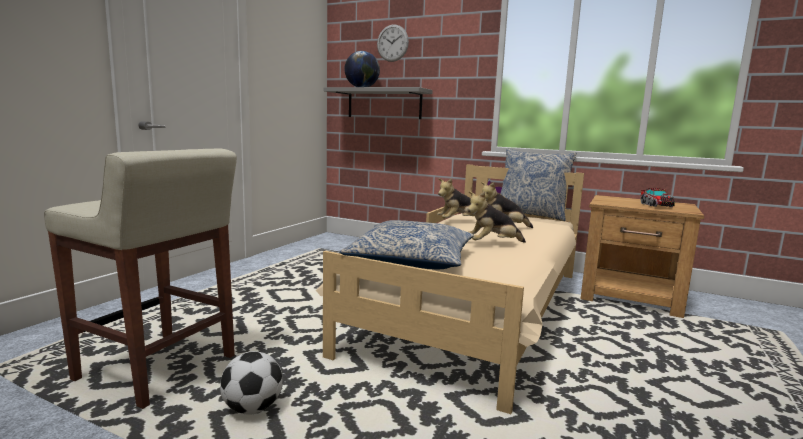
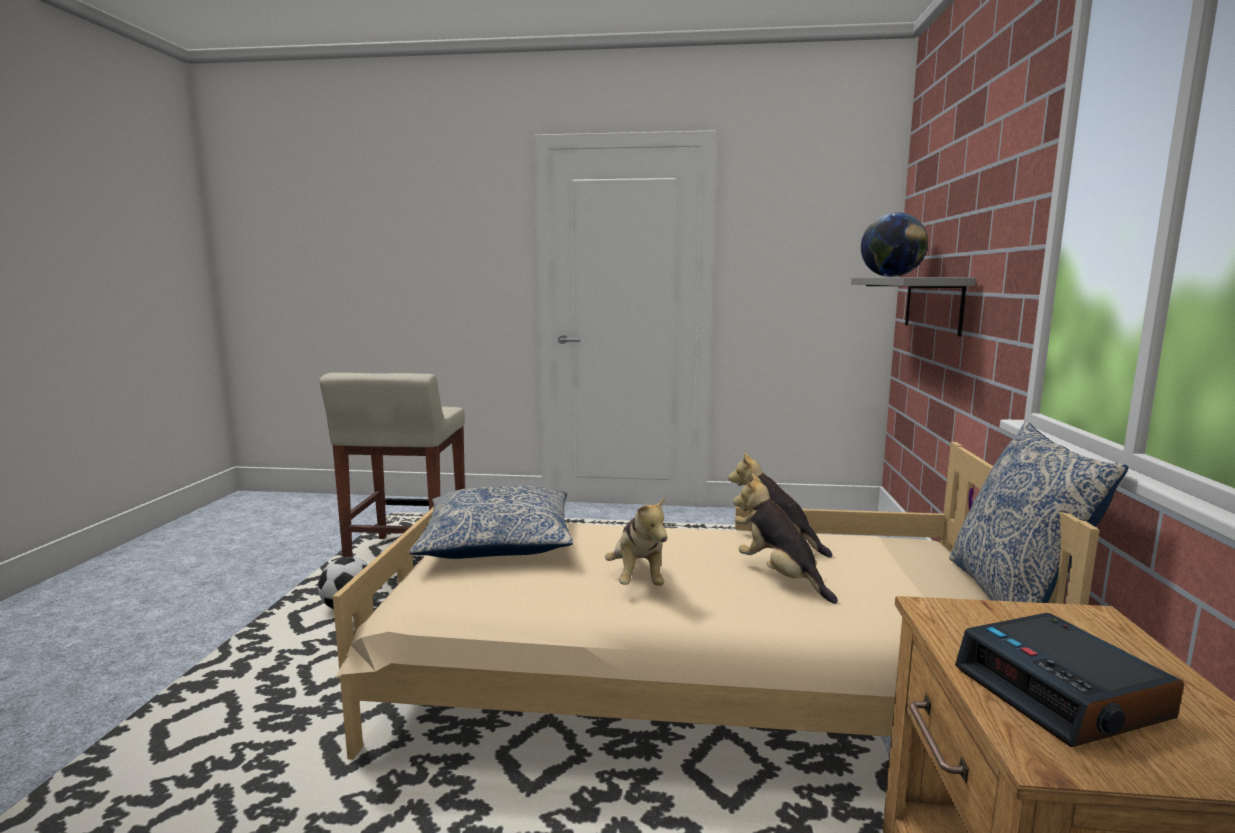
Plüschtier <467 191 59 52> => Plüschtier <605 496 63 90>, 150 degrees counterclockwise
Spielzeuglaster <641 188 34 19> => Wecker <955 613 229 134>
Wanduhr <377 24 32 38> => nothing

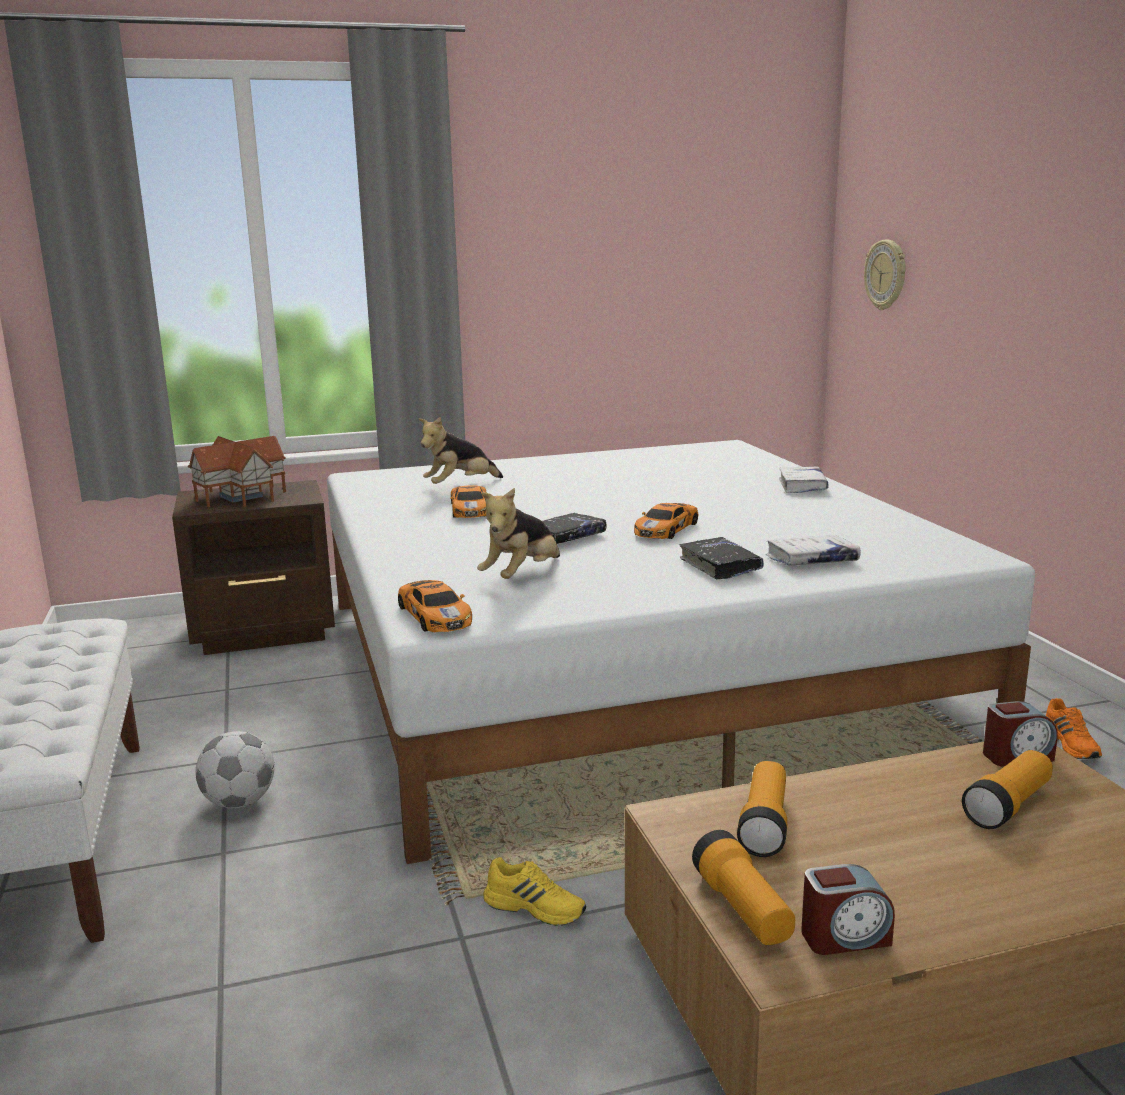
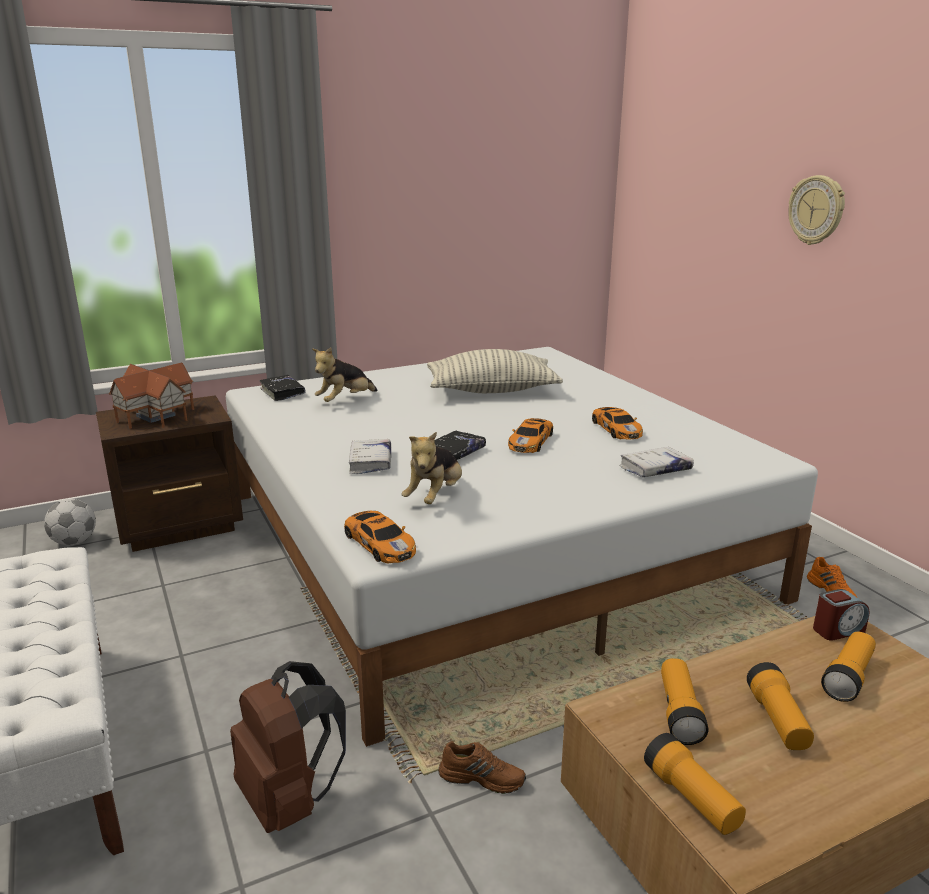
Fußball <195 731 80 77> => Fußball <44 499 52 46>, move
nothing => Rucksack/braun <230 661 116 172>
Buch/schwarz <680 537 84 42> => Buch/schwarz <259 375 47 26>, move
Buch/weiß <779 466 50 27> => Buch/weiß <349 439 42 35>, move
nothing => Kissen <427 349 136 44>
Schuh/gelb <483 857 103 69> => Schuh/braun <438 741 88 53>
Spielzeugauto <450 485 36 33> => Spielzeugauto <592 407 51 33>, move
nothing => Taschenlampe <747 662 67 88>
Wanduhr <864 240 42 70> => Wanduhr <788 175 57 70>, move
Wecker <801 864 94 91> => nothing

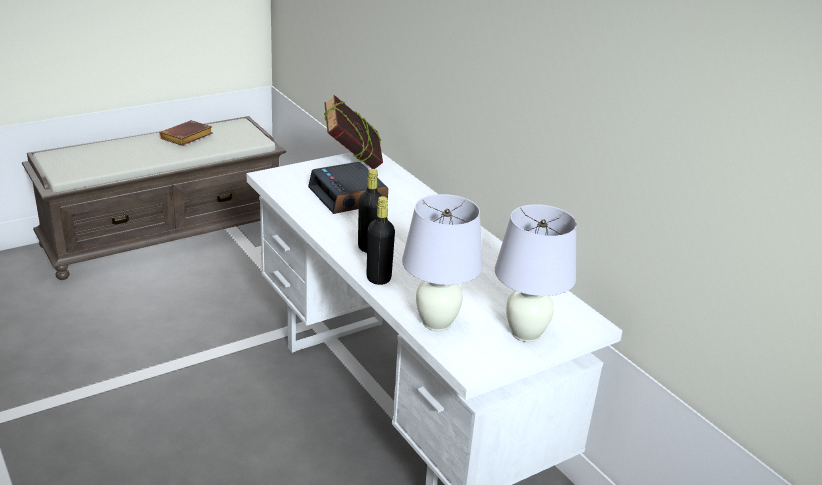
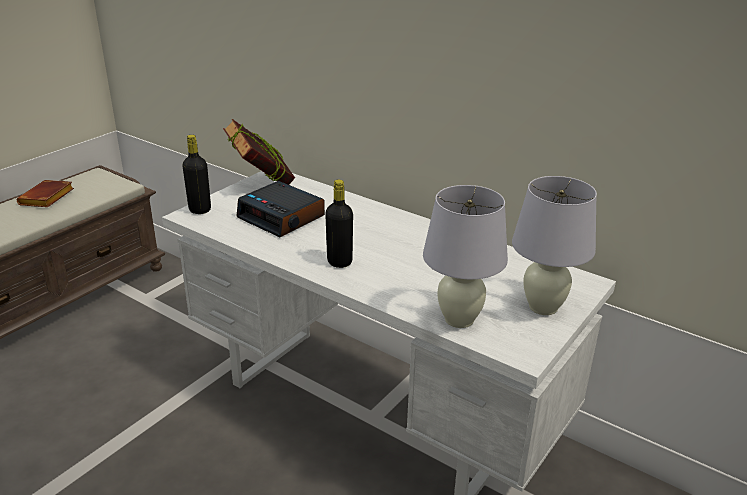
Flasche/schwarz <367 196 28 89> => Flasche/schwarz <182 135 29 79>, move

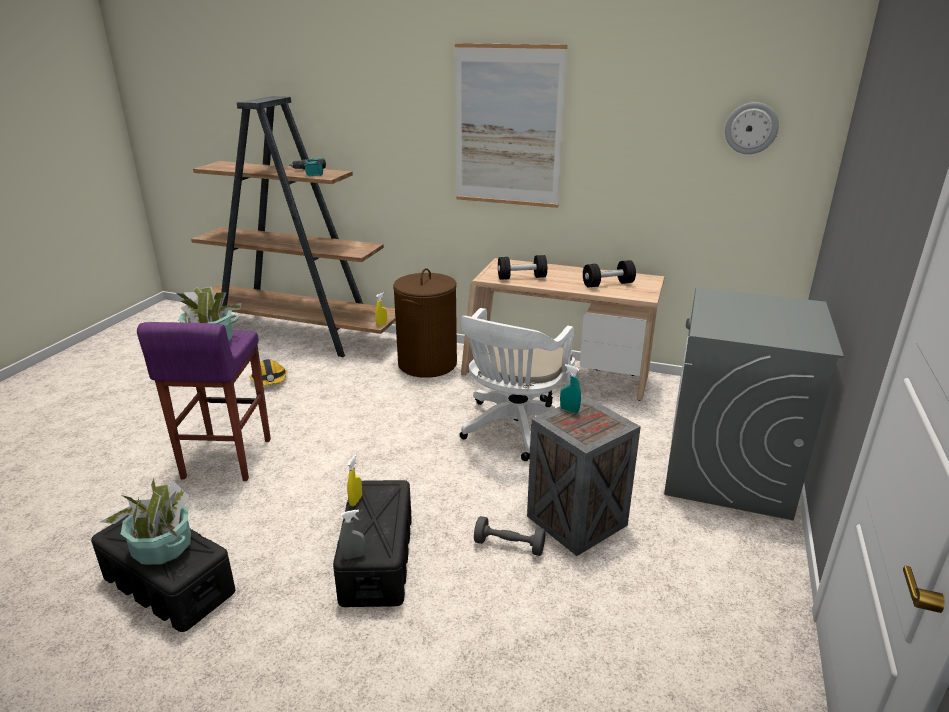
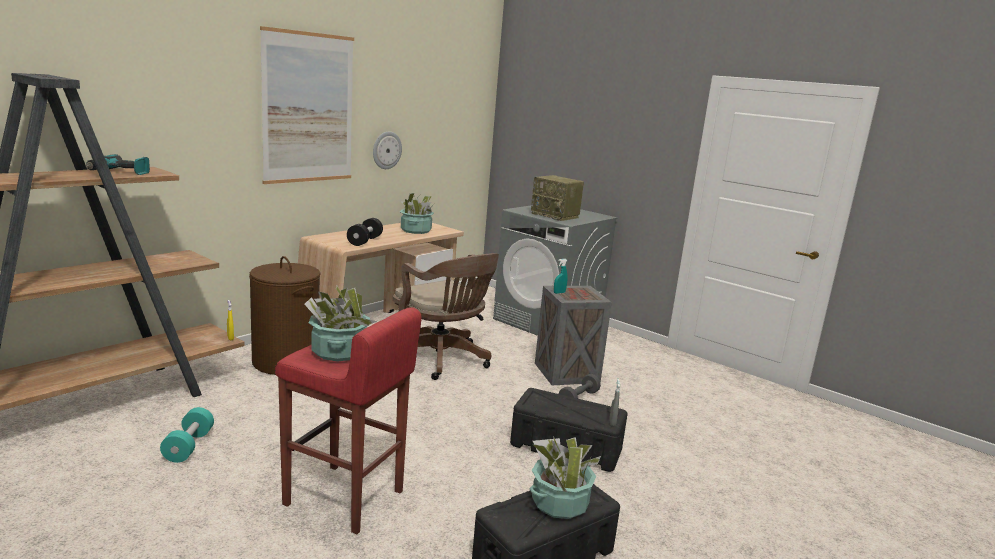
Schutzhelm <250 359 38 26> => Hantel/türkis <160 407 54 56>
Hocker/lila <137 322 134 159> => Hocker/rot <275 307 147 227>
Wanduhr <725 102 54 52> => Wanduhr <373 132 29 37>, move
Bürostuhl/weiß <460 308 115 153> => Bürostuhl/braun <393 253 106 127>
Hantel/schwarz <583 260 53 28> => Topfpflanze <400 193 37 41>
nothing => Radio <531 175 53 46>
Sprühflasche/gelb <347 454 15 52> => nothing

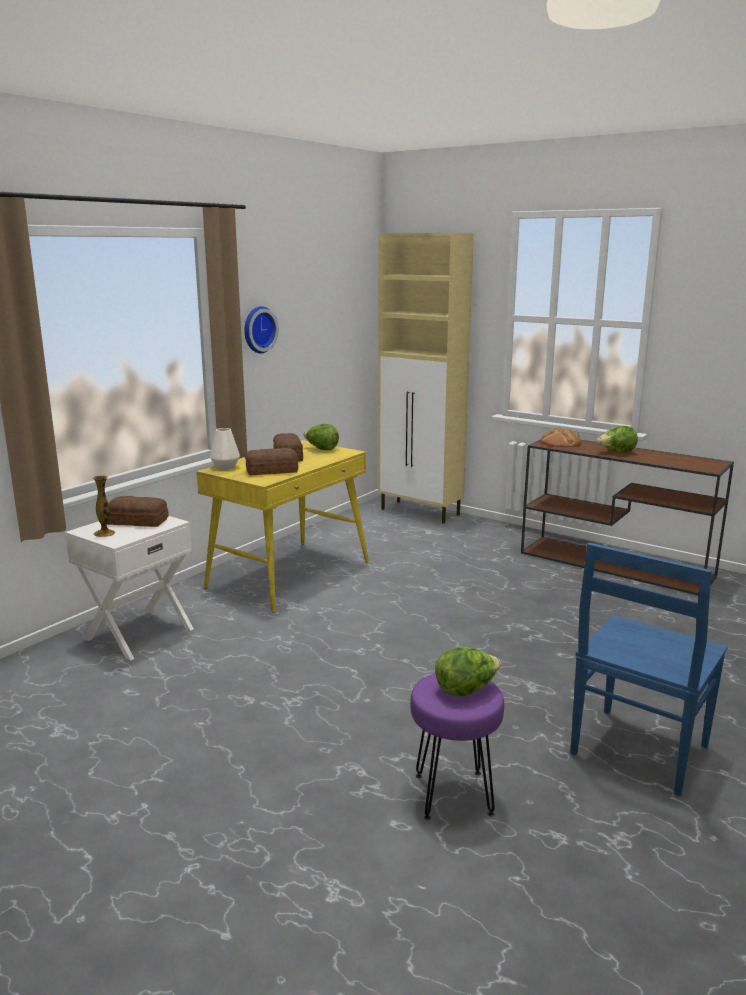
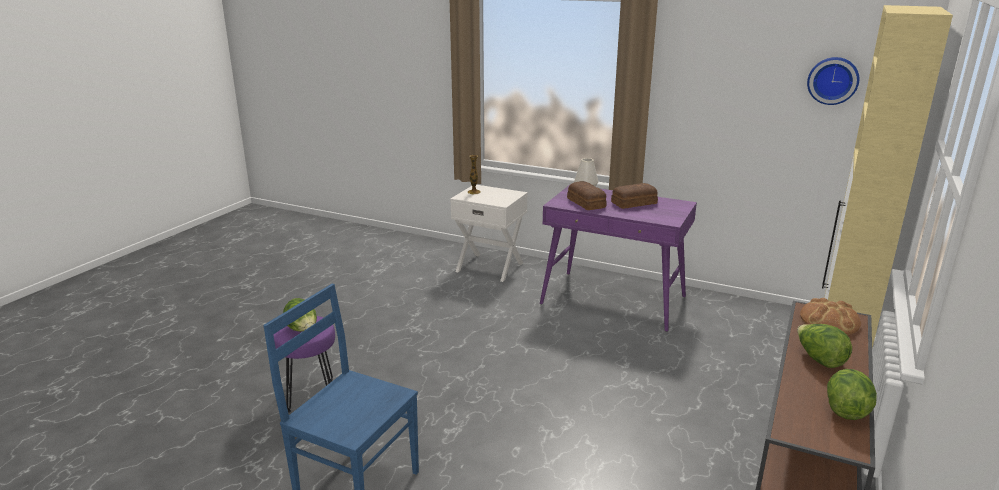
Schreibtisch/gelb <196 440 173 172> => Schreibtisch/lila <540 185 157 147>
Wanduhr <244 306 35 47> => Wanduhr <807 57 52 48>, move
Salatkopf <304 424 35 26> => Salatkopf <827 369 50 51>, move
Brot <107 496 62 31> => nothing

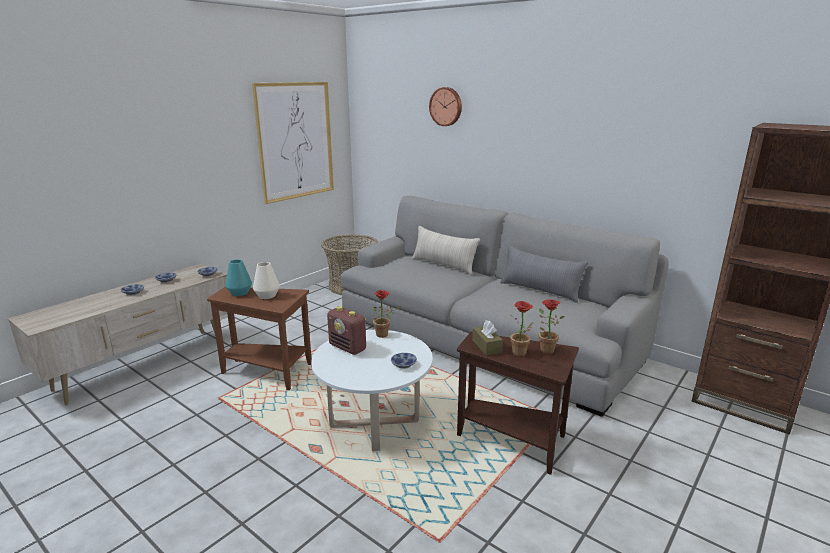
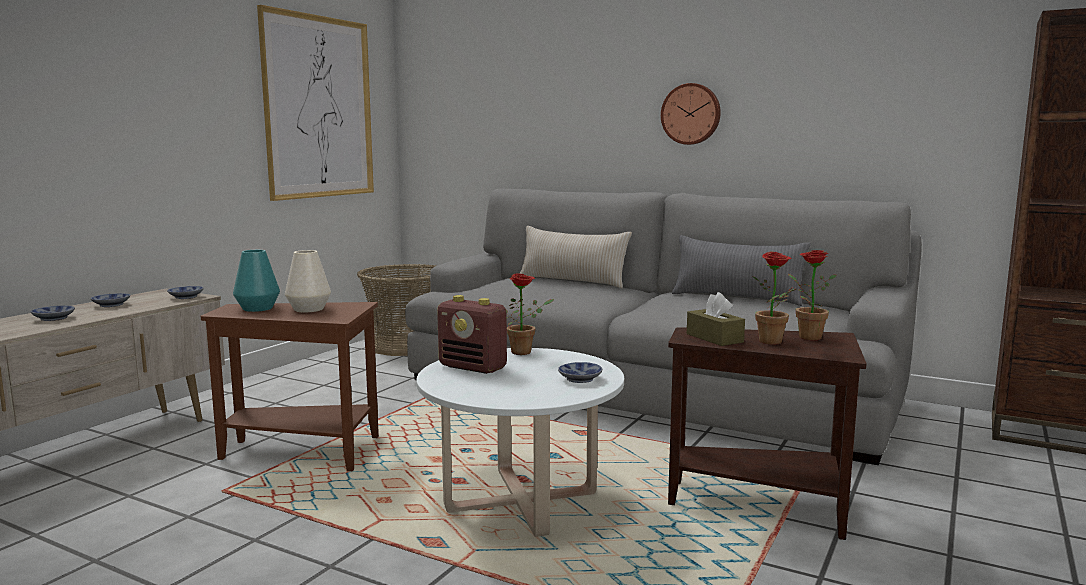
Wanduhr <429 87 33 39> => Wanduhr <661 83 60 62>, move

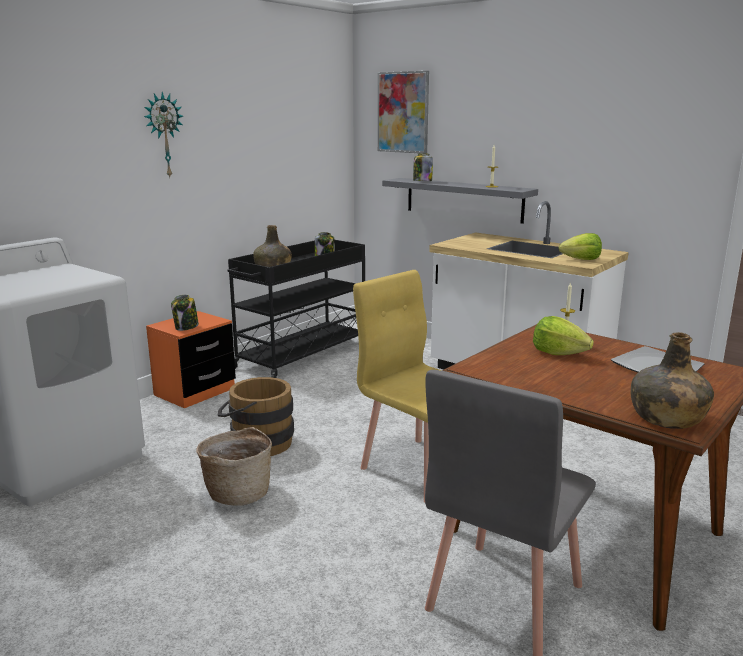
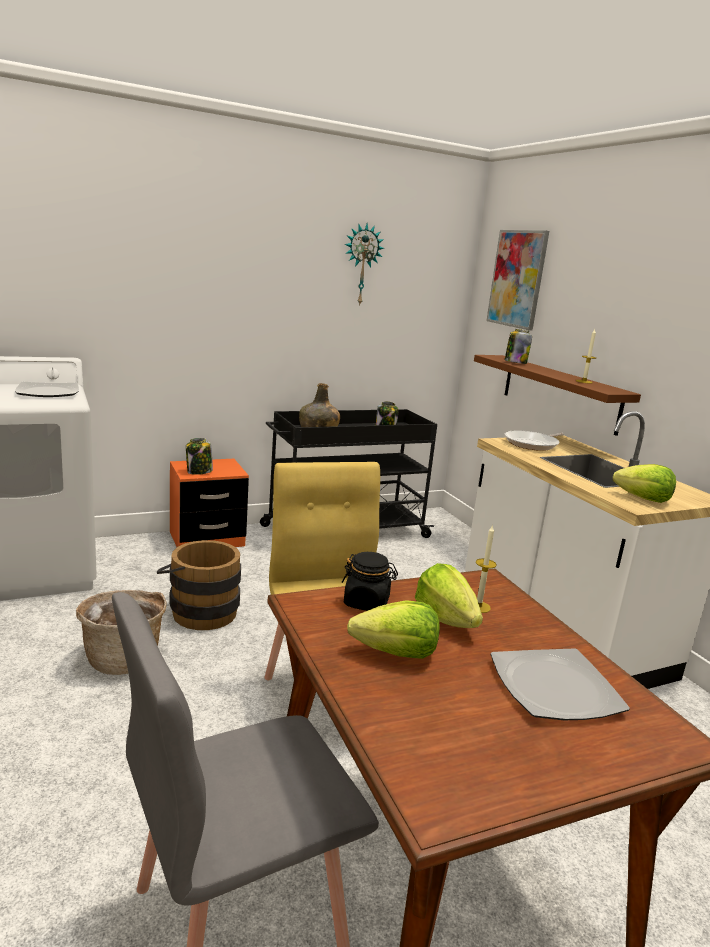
nothing => Teller <15 382 64 15>
nothing => Vorratsglas/schwarz <342 552 56 59>
Wanduhr <144 92 39 85> => Wanduhr <345 224 40 82>, move
nothing => Salatkopf <347 600 93 59>
Wandregal/grau <382 178 156 46> => Wandregal/braun <474 355 167 81>
nothing => Pfanne <505 430 59 21>
Flasche/grün <631 332 83 97> => nothing

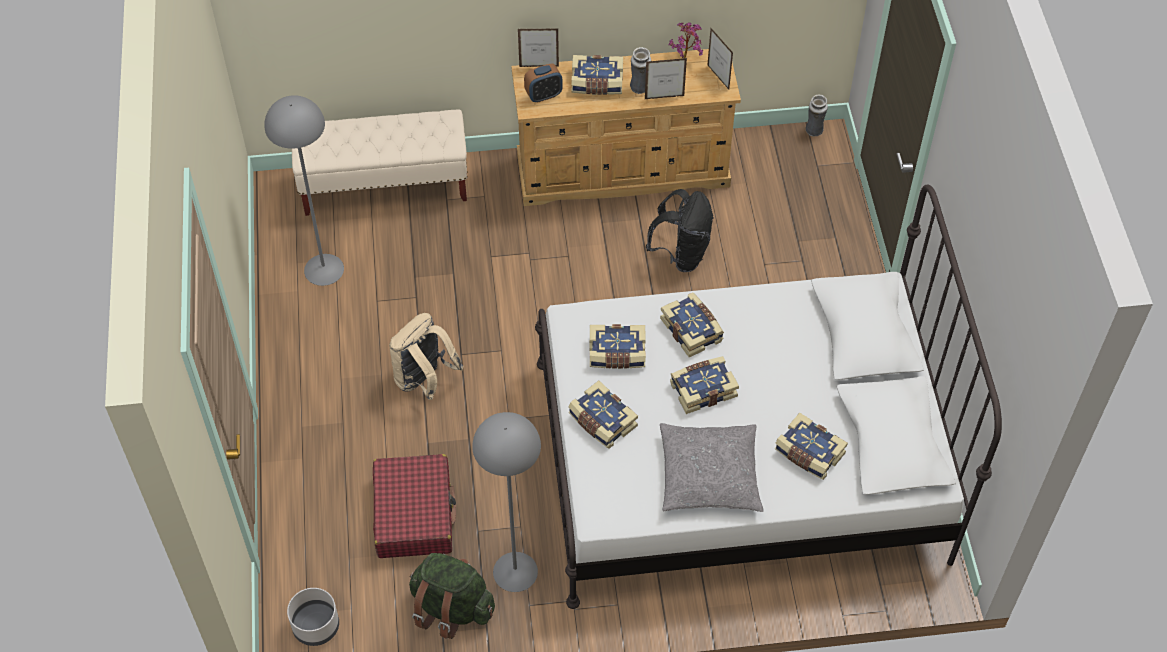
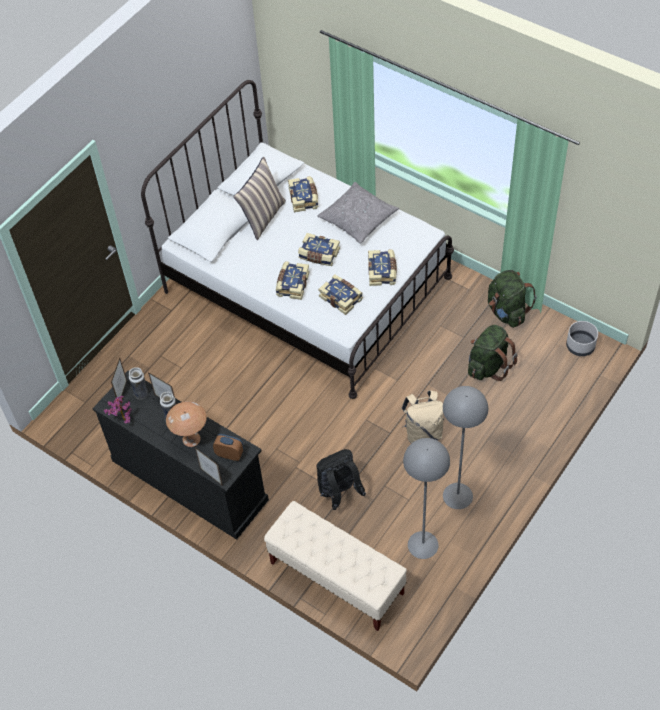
Kommode/beige <511 47 230 159> => Kommode/schwarz <92 370 177 170>
Vase <806 95 22 42> => Vase <129 367 19 33>, move
Buch <571 55 52 40> => Tischlampe/braun <166 401 41 46>
nothing => Kissen <233 157 53 83>
Rucksack/schwarz <646 189 68 83> => Rucksack/schwarz <316 449 50 61>, move
Stehlampe/grau <472 412 69 180> => Stehlampe/grau <443 386 45 123>, move
Koffer/rot <373 454 83 104> => Rucksack/grün <468 325 49 56>

